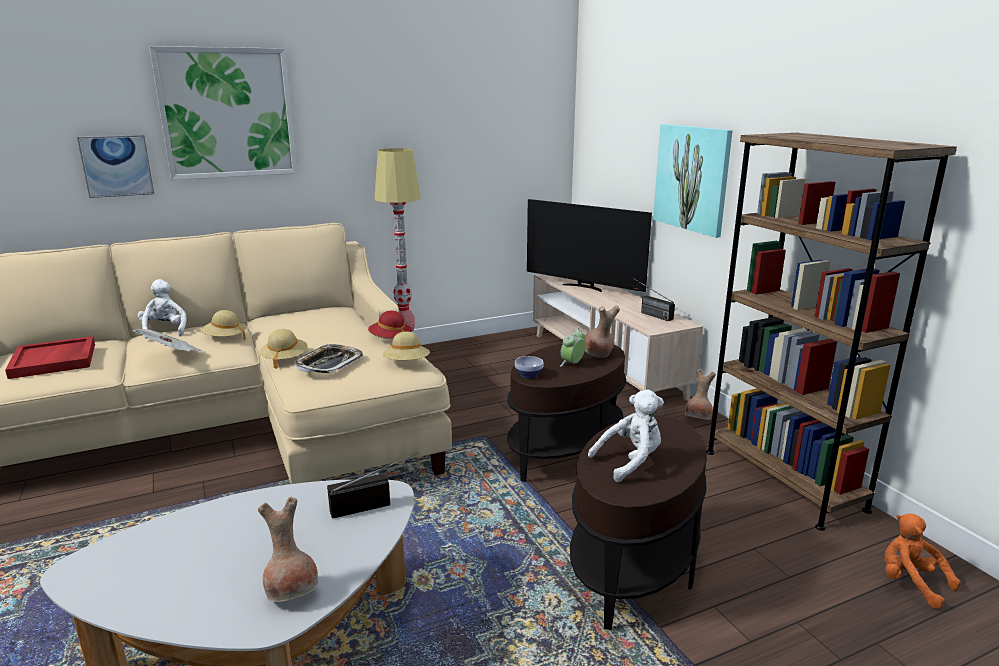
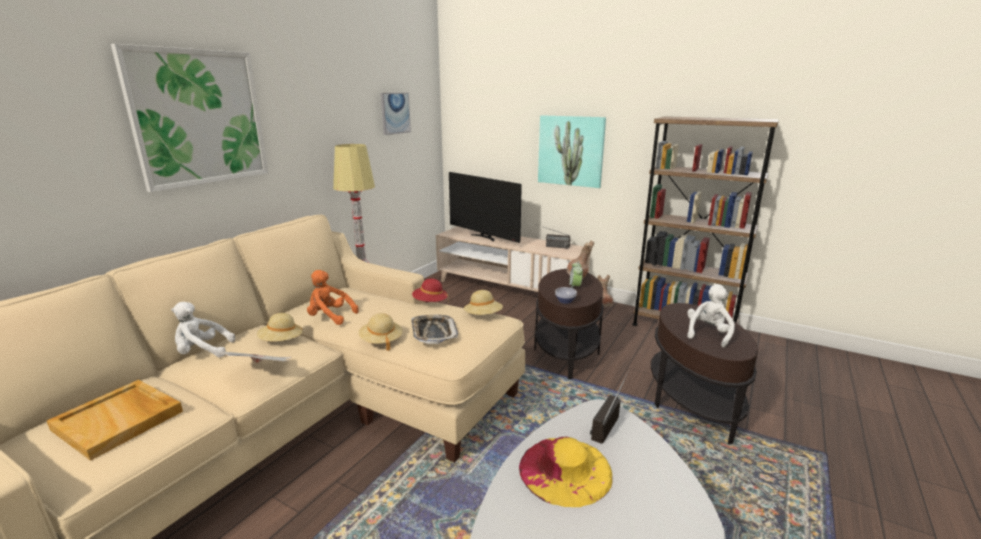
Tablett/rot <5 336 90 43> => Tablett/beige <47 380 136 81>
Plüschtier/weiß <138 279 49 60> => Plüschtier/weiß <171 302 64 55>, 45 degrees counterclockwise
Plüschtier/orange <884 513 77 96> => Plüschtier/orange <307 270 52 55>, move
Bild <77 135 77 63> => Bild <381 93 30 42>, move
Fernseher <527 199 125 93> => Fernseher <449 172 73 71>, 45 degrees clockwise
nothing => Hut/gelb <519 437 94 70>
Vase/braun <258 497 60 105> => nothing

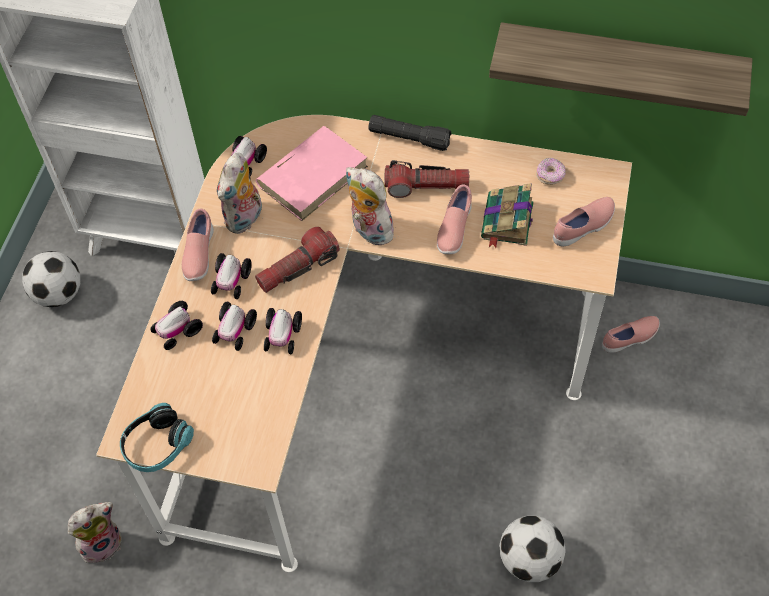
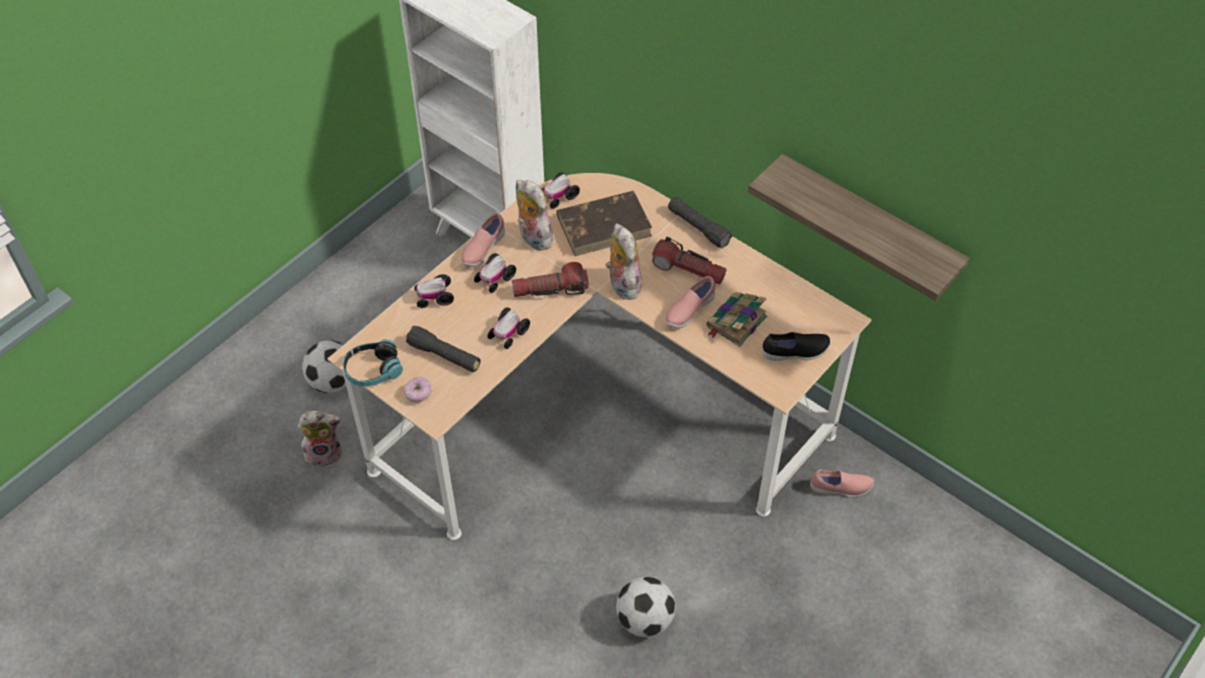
Fußball <22 251 58 56> => Fußball <302 340 44 53>, move
Donut <536 157 30 28> => Donut <403 376 29 27>, move
nothing => Taschenlampe/schwarz <406 326 75 46>
Plüschtier <217 152 45 82> => Plüschtier <516 180 37 70>, 90 degrees clockwise
Buch/rosa <256 126 112 95> => Buch/braun <557 191 95 65>
Schuh/rosa <553 197 62 49> => Schuh/schwarz <762 332 69 29>
Spielzeugauto <212 302 45 49> => nothing

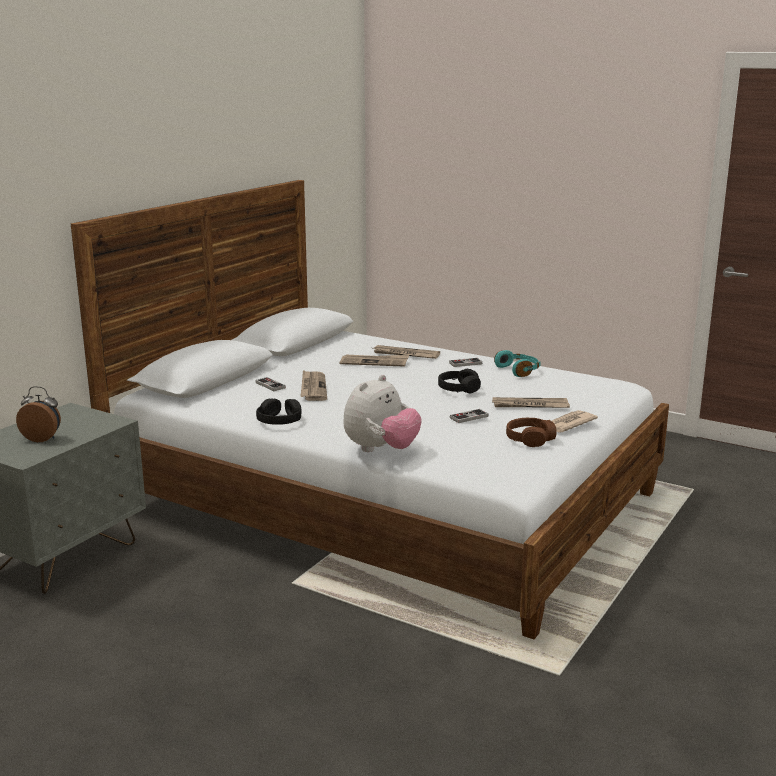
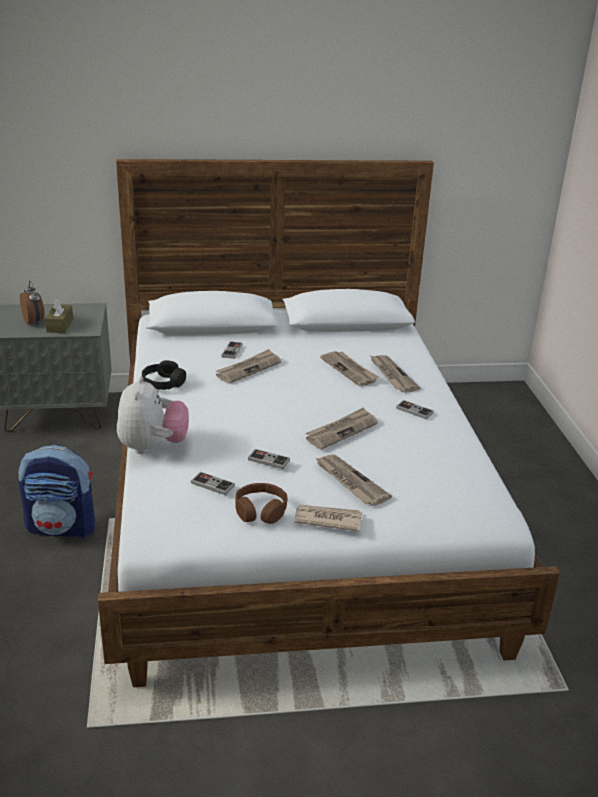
nothing => Rucksack <18 445 77 93>
nothing => Taschentuchbox/braun <45 298 28 35>
Plüschtier <343 375 79 77> => Plüschtier <117 376 72 78>, 90 degrees counterclockwise
nothing => Gamepad <191 472 44 23>
Kopfhörer/schwarz <438 369 43 25> => Zeitung <305 407 73 42>
Kopfhörer/türkis <494 350 47 27> => nothing

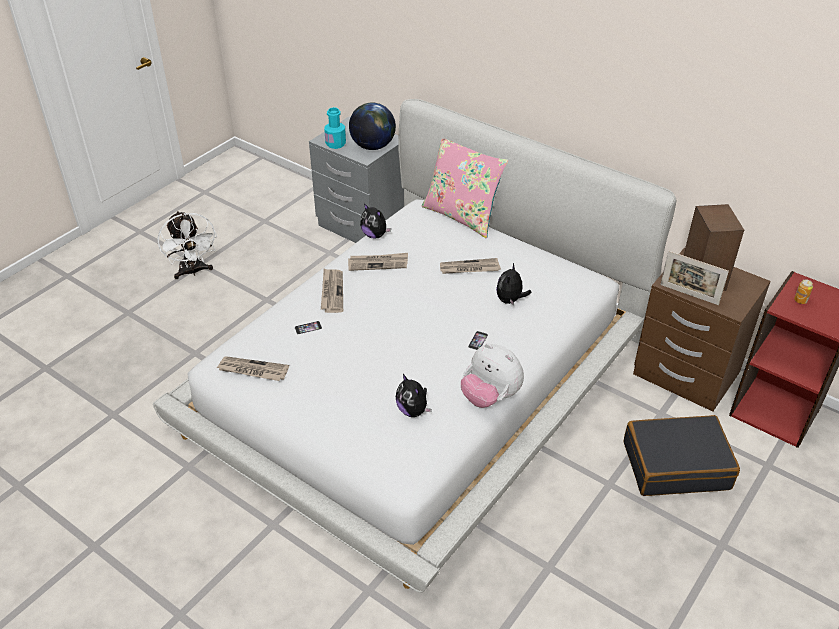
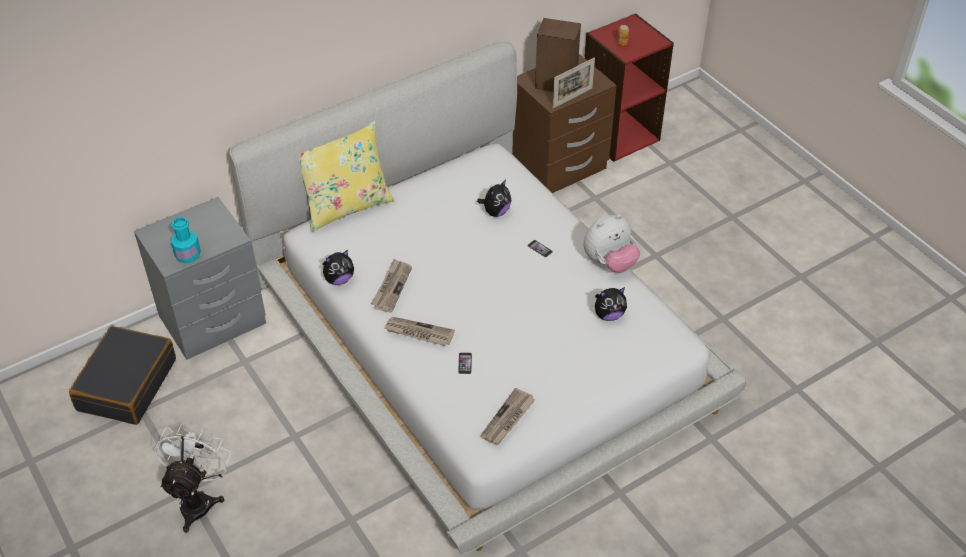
Koffer/schwarz <623 415 117 81> => Koffer/schwarz <69 326 107 99>, move
Ventilator/weiß <157 211 60 68> => Ventilator/weiß <154 423 77 110>, 75 degrees counterclockwise
Kissen/rosa <421 139 87 99> => Kissen/gelb <299 121 95 111>
Plüschtier <496 263 36 43> => Plüschtier <477 180 34 37>, 90 degrees counterclockwise
Globus <349 103 47 47> => nothing
Zeitung <440 258 61 16> => nothing

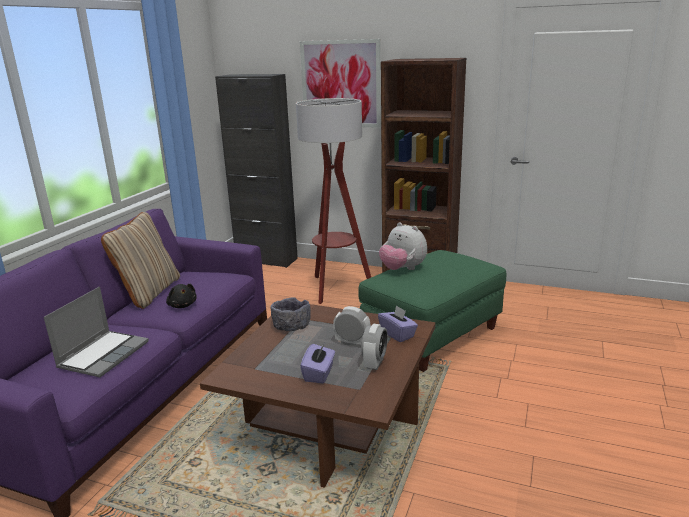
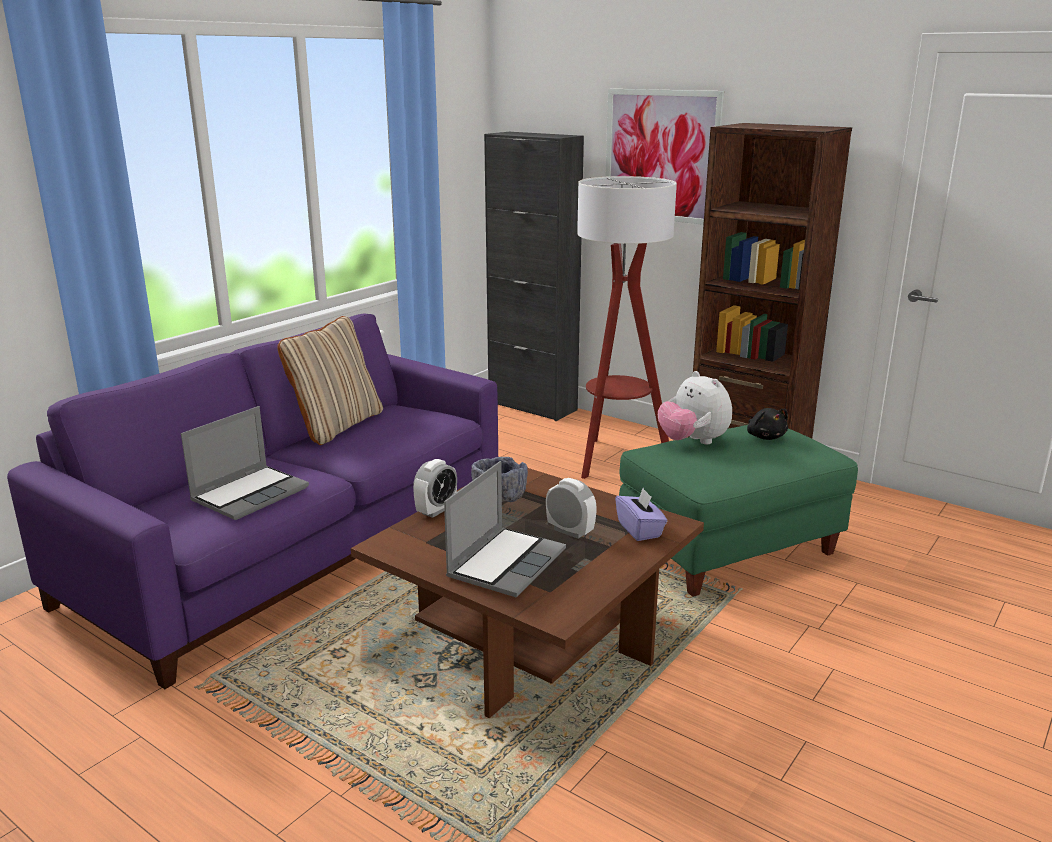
Wecker <361 324 27 46> => Wecker <413 459 44 59>, move
Taschentuchbox/lila <300 343 35 40> => Laptop <444 461 122 136>
Plüschtier/schwarz <166 284 31 24> => Plüschtier/schwarz <747 408 41 32>, move

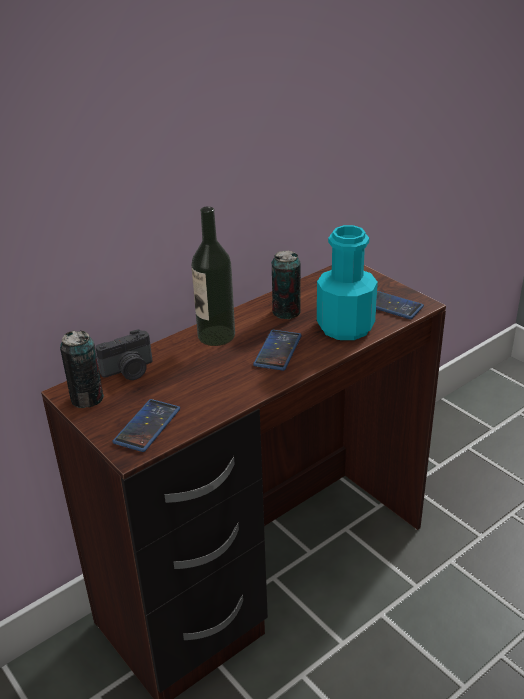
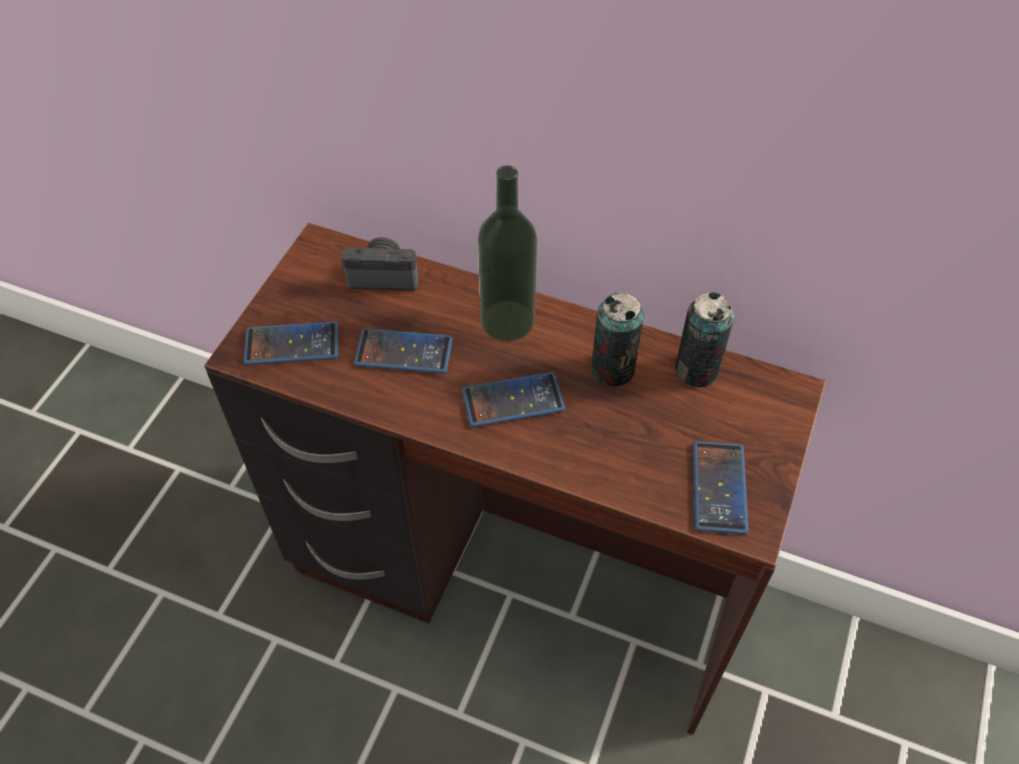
Kamera <95 329 57 51> => Kamera <342 237 77 54>, 150 degrees clockwise
nothing => Handy <354 328 99 46>
Dose <60 331 44 77> => Dose <675 292 59 95>, move
Flasche/türkis <317 225 61 115> => nothing

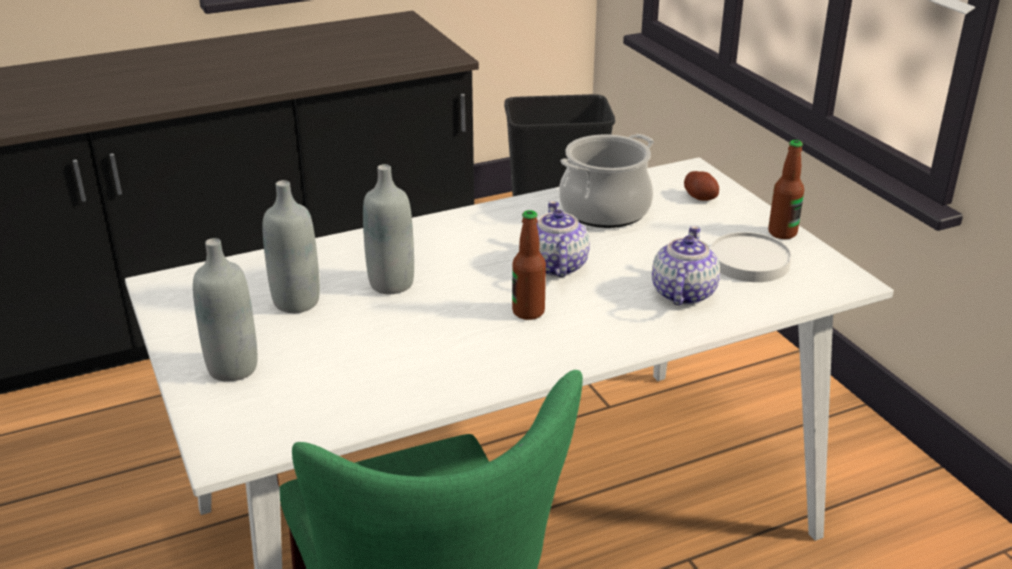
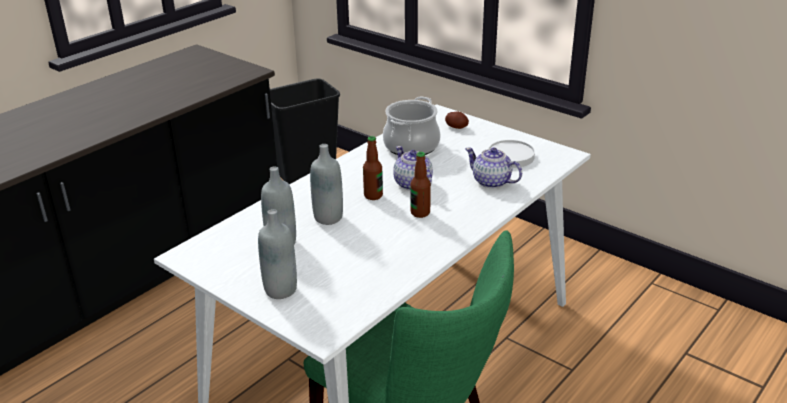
Flasche <768 140 36 99> => Flasche <363 136 20 64>, move
Teekanne <652 226 68 79> => Teekanne <465 147 57 42>, 45 degrees counterclockwise

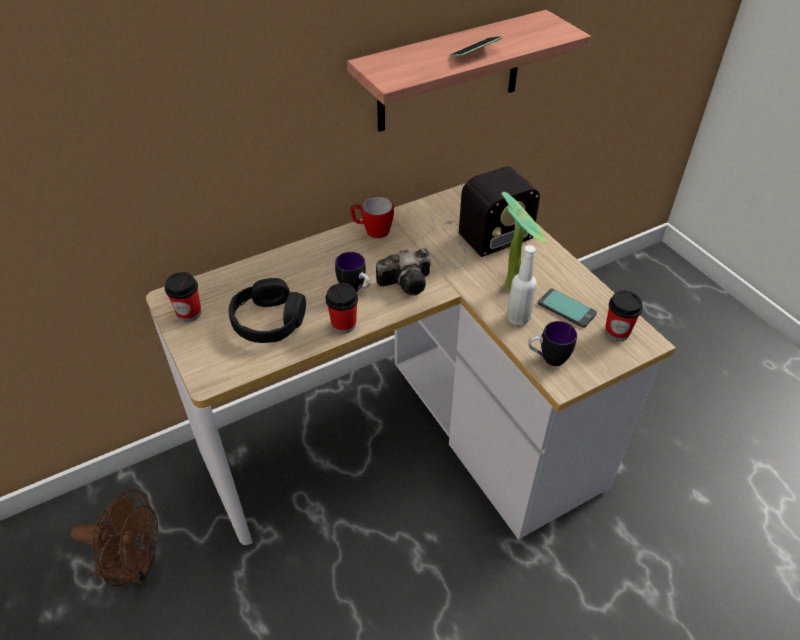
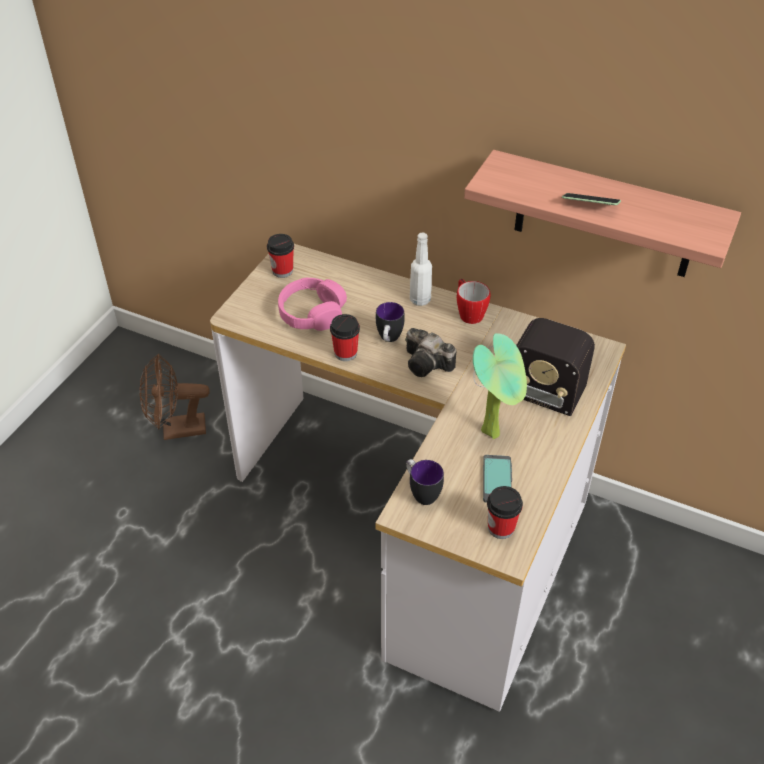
Ventilator/braun <71 489 87 97> => Ventilator/braun <139 354 71 86>, 105 degrees clockwise
Kopfhörer/schwarz <228 278 78 65> => Kopfhörer/rosa <278 278 69 53>
Flasche/weiß <507 245 30 80> => Flasche/weiß <410 233 22 73>, move

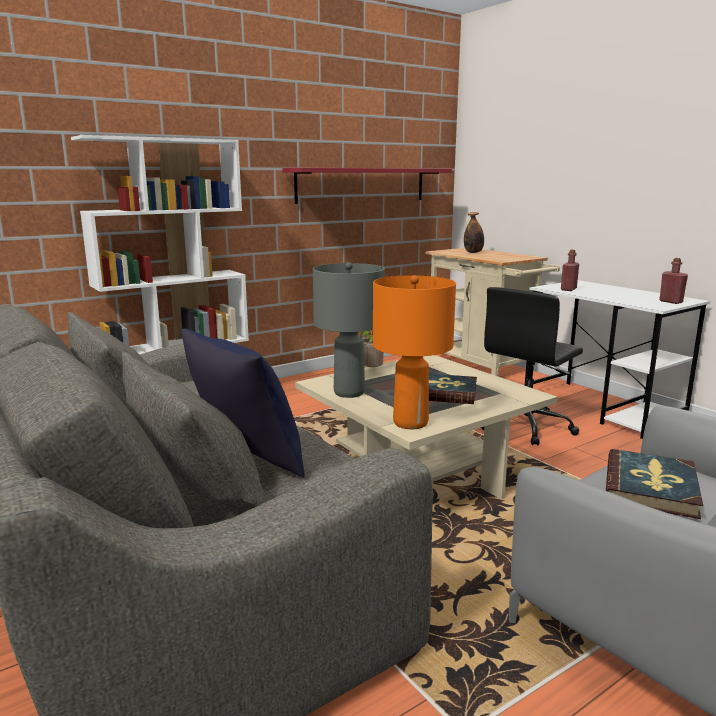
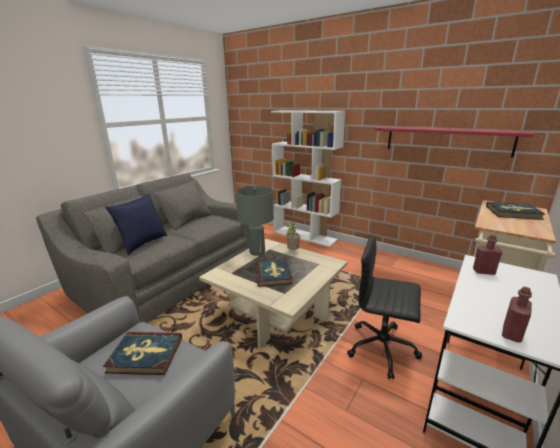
Flasche <464 212 20 41> => Buch <486 202 60 18>
Tischlampe/orange <373 275 83 154> => nothing

